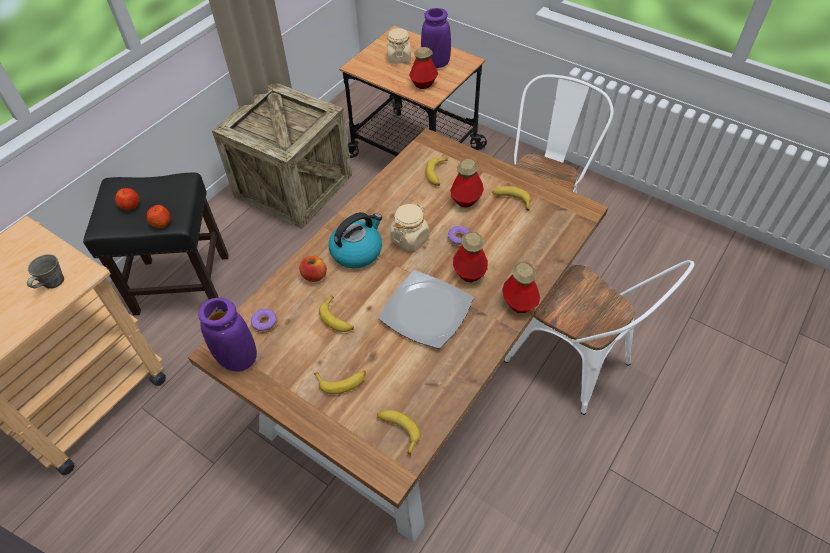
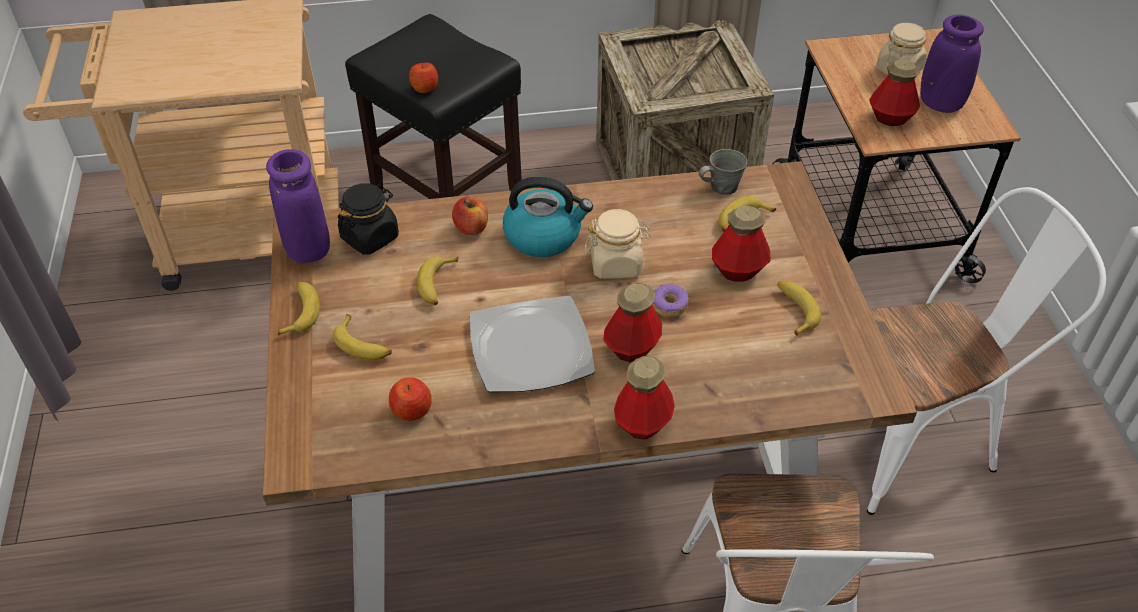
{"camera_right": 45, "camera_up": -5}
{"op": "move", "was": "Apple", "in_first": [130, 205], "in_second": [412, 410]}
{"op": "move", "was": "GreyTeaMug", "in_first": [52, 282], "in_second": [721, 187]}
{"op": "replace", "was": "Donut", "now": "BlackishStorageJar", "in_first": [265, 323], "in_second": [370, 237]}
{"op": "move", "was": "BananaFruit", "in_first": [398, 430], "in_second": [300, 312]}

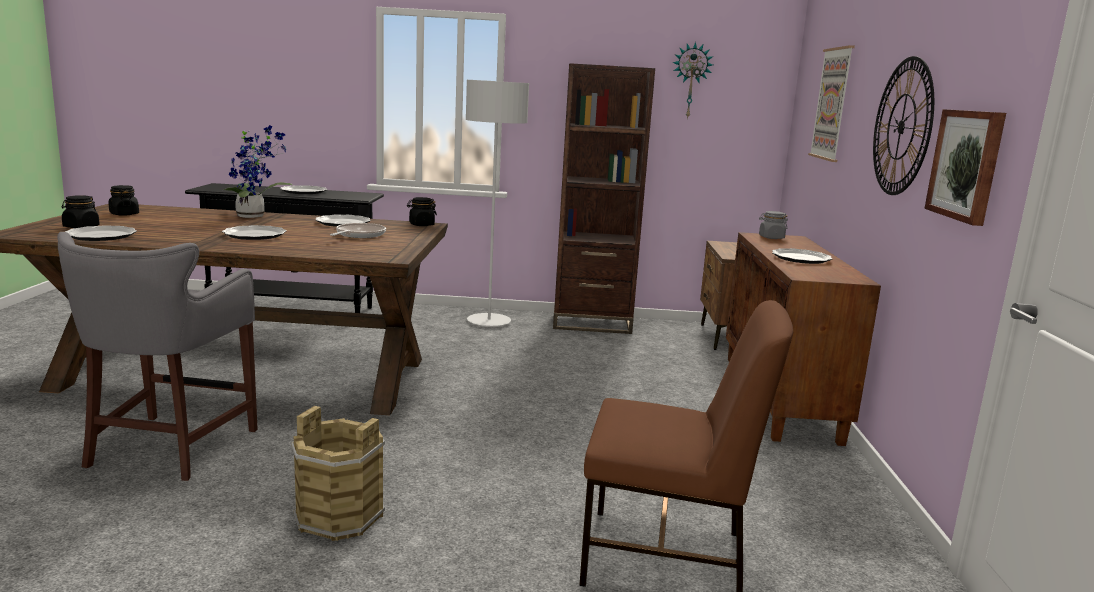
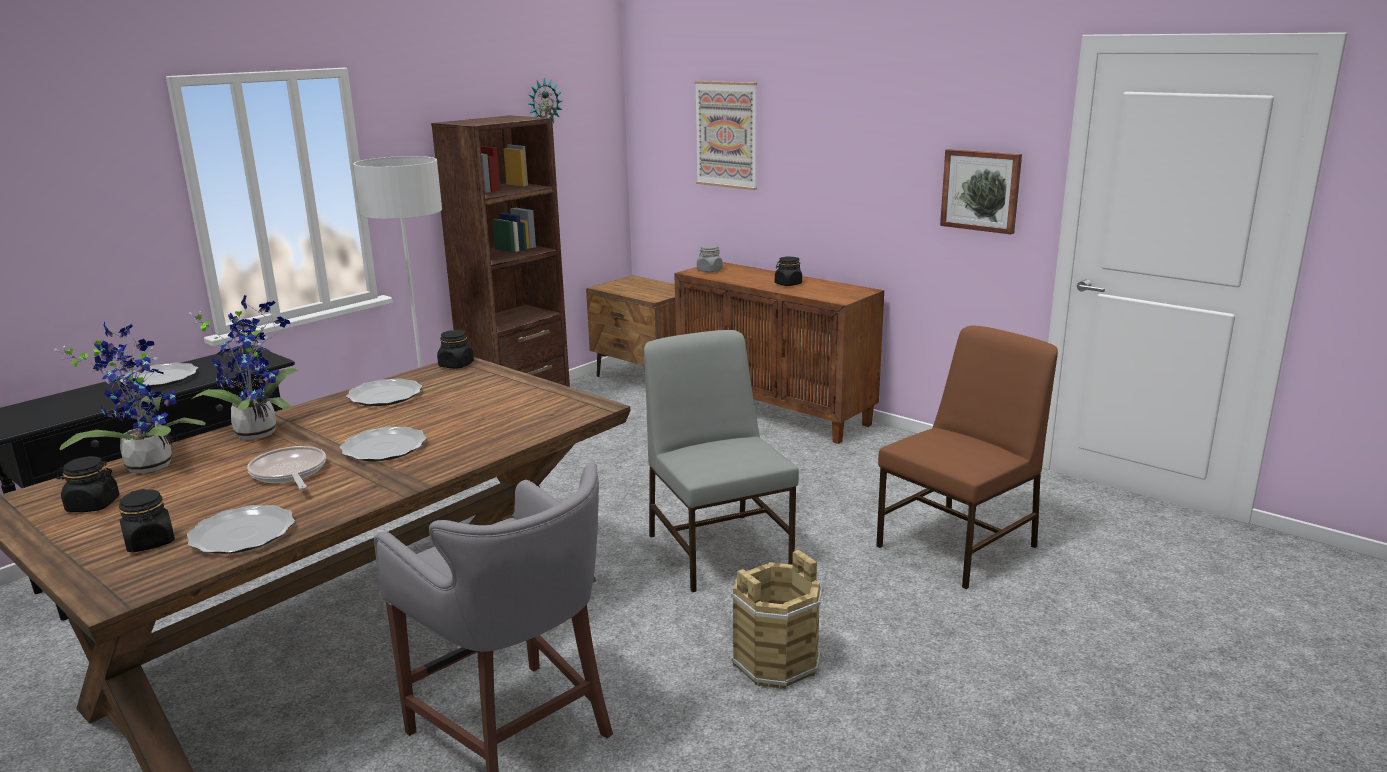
{"camera_right": -50, "camera_up": 5}
{"op": "delete", "was": "HangingClock", "in_first": [901, 127]}
{"op": "move", "was": "FryingPan", "in_first": [359, 235], "in_second": [289, 473]}
{"op": "replace", "was": "Plate", "now": "BlackishStorageJar", "in_first": [801, 258], "in_second": [788, 284]}
{"op": "insert", "now": "PlantInAPot", "in_second": [148, 464]}
{"op": "insert", "now": "GreyPlainChair", "in_second": [719, 549]}

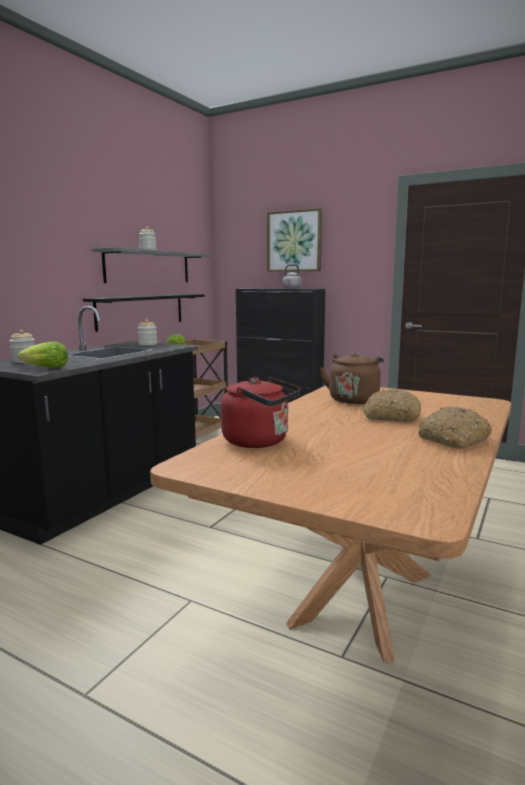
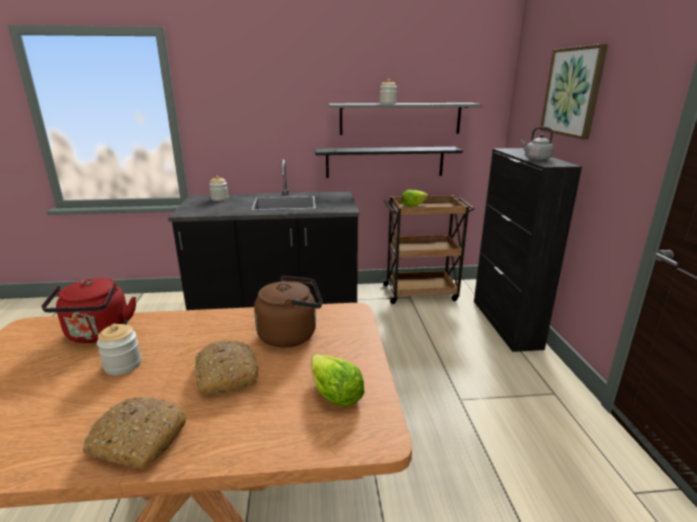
{"camera_right": 55, "camera_up": 10}
{"op": "move", "was": "StorageJar", "in_first": [148, 344], "in_second": [123, 365]}
{"op": "move", "was": "LettuceHead", "in_first": [45, 368], "in_second": [334, 394]}

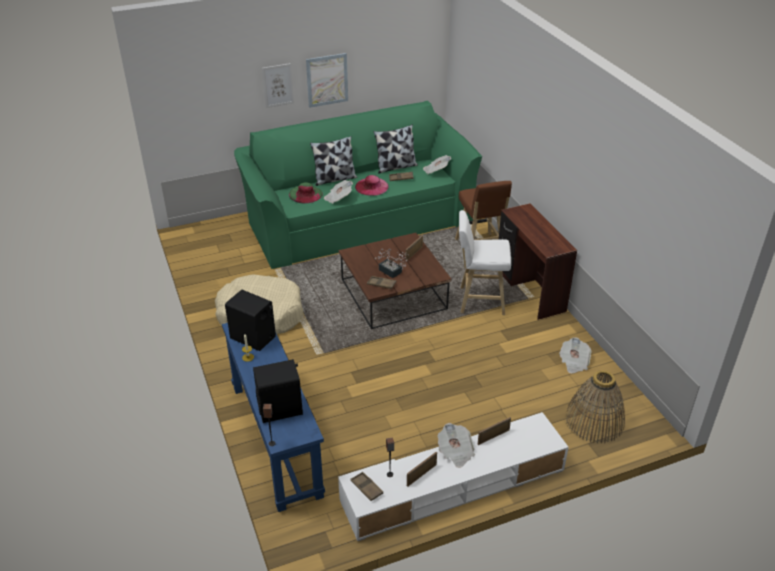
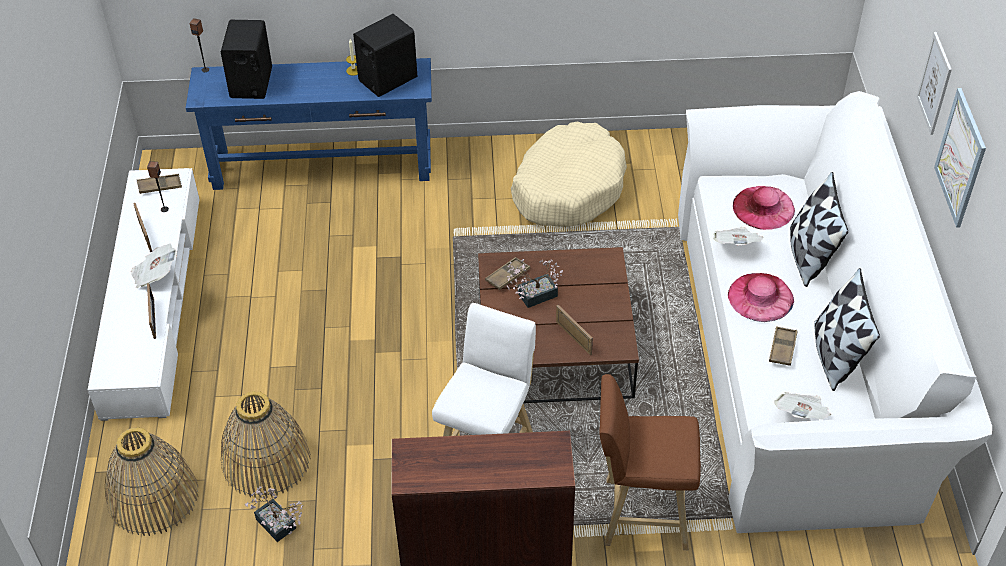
{"camera_right": 110, "camera_up": 10}
{"op": "recolor", "was": "GreenColouredSofa", "now": "WhitishSofa", "in_first": [357, 218], "in_second": [803, 355]}
{"op": "recolor", "was": "GreenColouredHat", "now": "PinkishHat", "in_first": [305, 194], "in_second": [763, 207]}
{"op": "replace", "was": "Newspaper", "now": "PlantInAPot", "in_first": [574, 362], "in_second": [278, 527]}
{"op": "insert", "now": "HouseholdBasket", "in_second": [266, 461]}

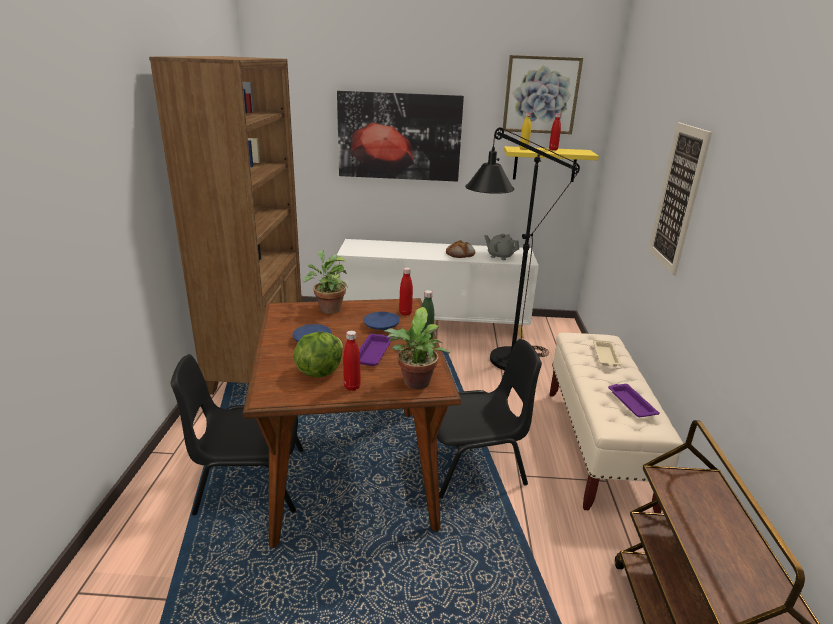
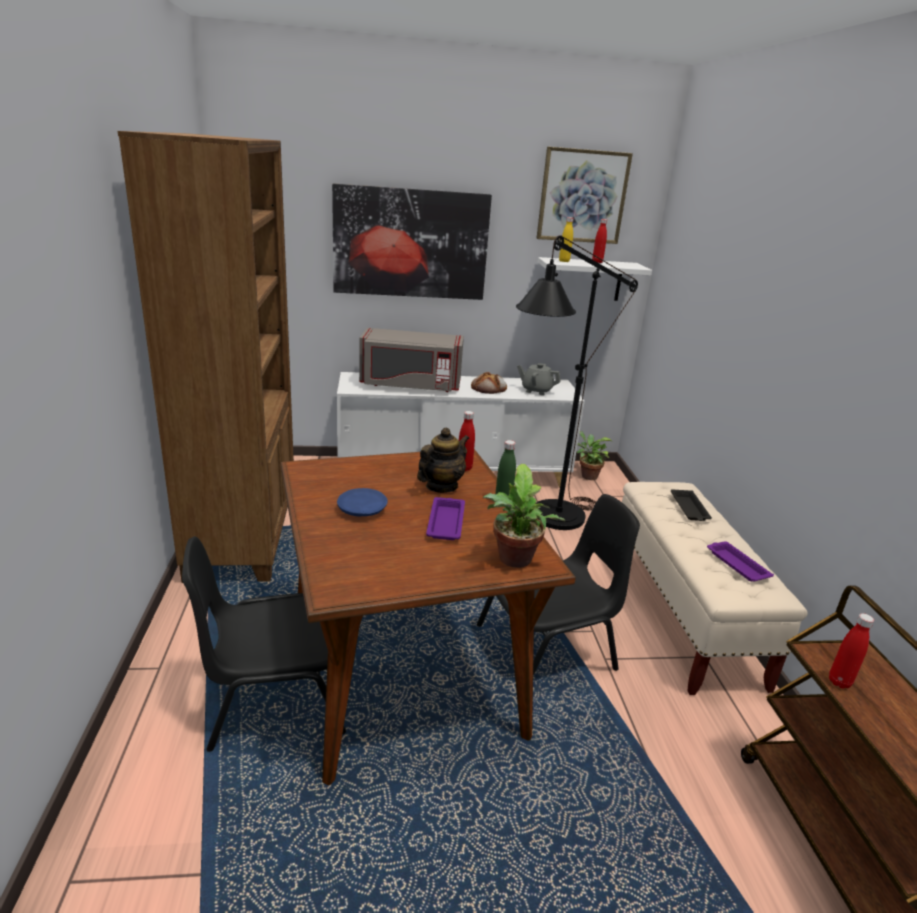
{"camera_right": -10, "camera_up": 0}
{"op": "delete", "was": "WallPicture", "in_first": [677, 198]}
{"op": "recolor", "was": "YellowShelf", "now": "WhitishShelf", "in_first": [545, 164], "in_second": [585, 279]}
{"op": "move", "was": "PlantInAPot", "in_first": [328, 308], "in_second": [587, 476]}
{"op": "replace", "was": "BluishPlate", "now": "TeaPot", "in_first": [381, 326], "in_second": [441, 486]}
{"op": "move", "was": "ReddishBeverageBottle", "in_first": [352, 387], "in_second": [839, 682]}
{"op": "delete", "was": "LettuceHead", "in_first": [319, 371]}
{"op": "recolor", "was": "SandColouredServingTray", "now": "BlackishServingTray", "in_first": [606, 356], "in_second": [689, 509]}
{"op": "insert", "now": "GreyMicrowaveOven", "in_second": [410, 385]}

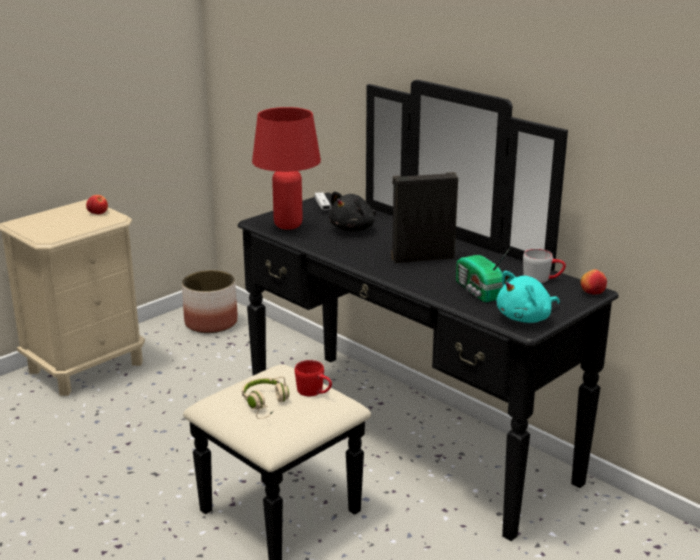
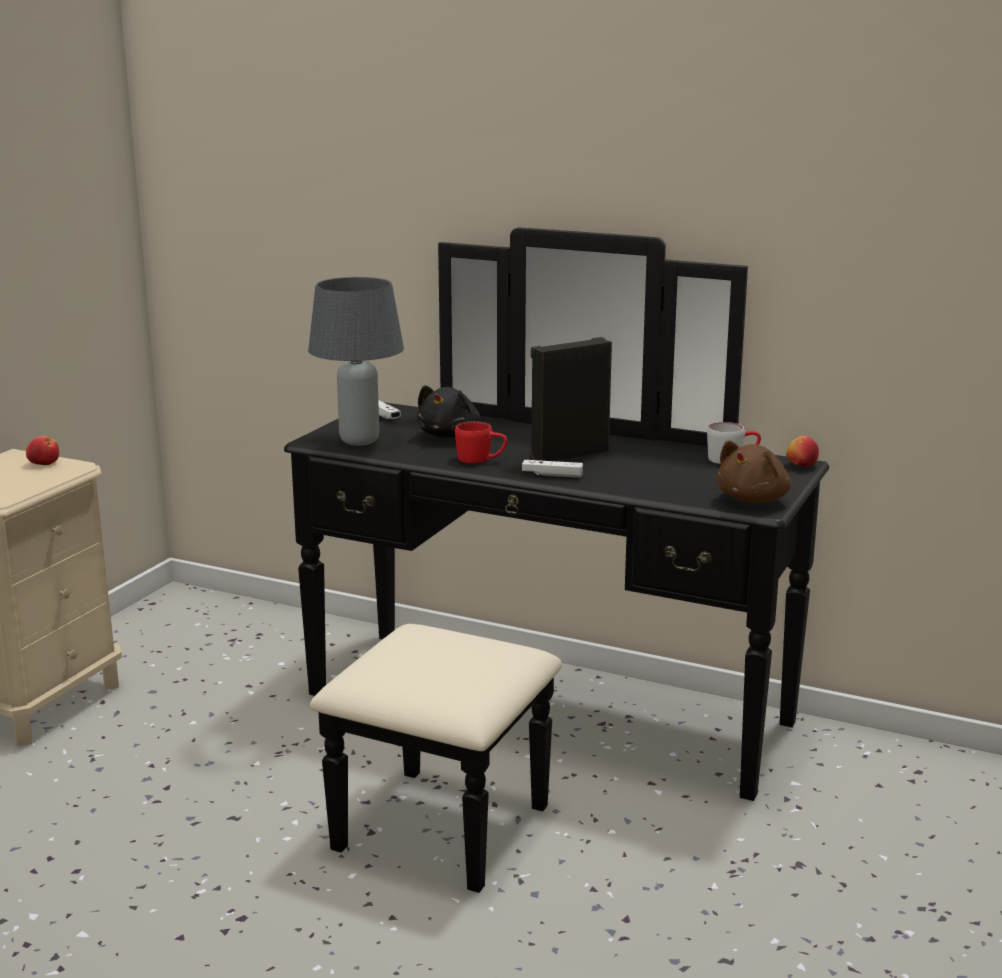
{"camera_right": -20, "camera_up": -5}
{"op": "recolor", "was": "ReddishLampForATable", "now": "GreyLampForATable", "in_first": [288, 226], "in_second": [360, 441]}
{"op": "delete", "was": "RadioSet", "in_first": [478, 291]}
{"op": "delete", "was": "Planter", "in_first": [211, 322]}
{"op": "recolor", "was": "BlueGreenSoftToy", "now": "BrownSoftToy", "in_first": [526, 318], "in_second": [754, 499]}
{"op": "move", "was": "ReddishTeaMug", "in_first": [315, 392], "in_second": [481, 459]}
{"op": "delete", "was": "SandColouredHeadset", "in_first": [265, 404]}
{"op": "insert", "now": "WhitishGamepad", "in_second": [552, 475]}

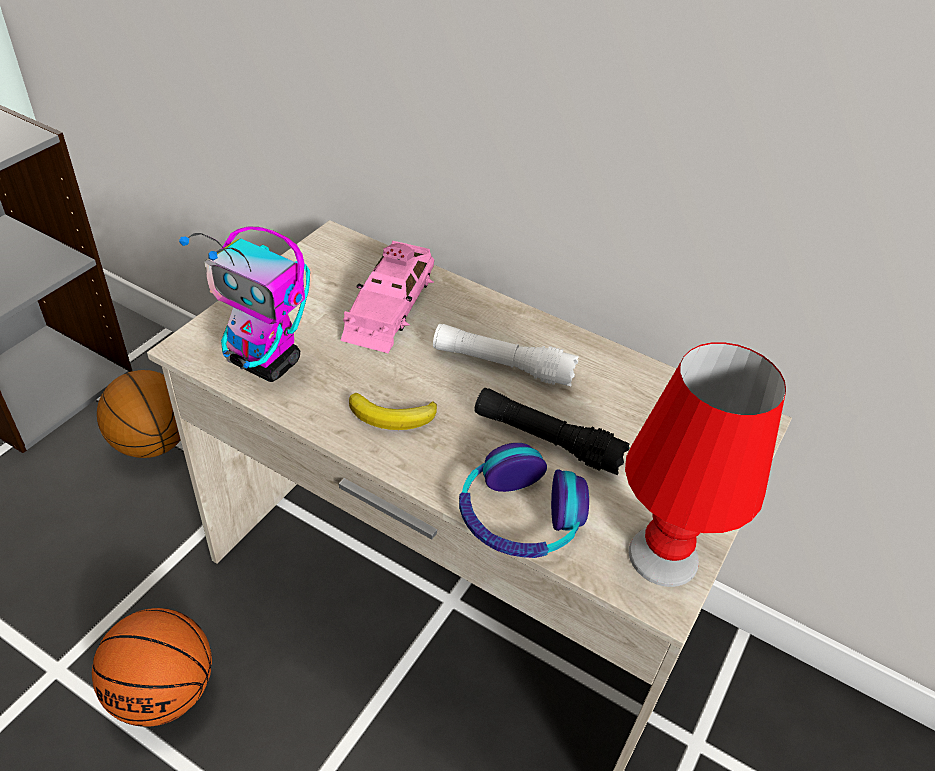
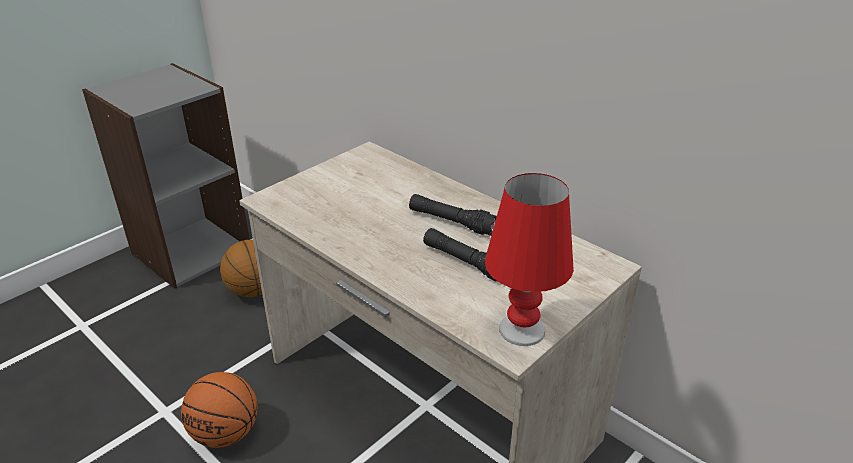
{"camera_right": 15, "camera_up": -10}
{"op": "delete", "was": "RobotFigure", "in_first": [266, 362]}
{"op": "delete", "was": "PinkishMiniatureCar", "in_first": [389, 306]}
{"op": "recolor", "was": "WhitishFlashlight", "now": "BlackishFlashlight", "in_first": [502, 365], "in_second": [452, 222]}
{"op": "delete", "was": "BananaFruit", "in_first": [393, 417]}
{"op": "delete", "was": "Headset", "in_first": [519, 517]}

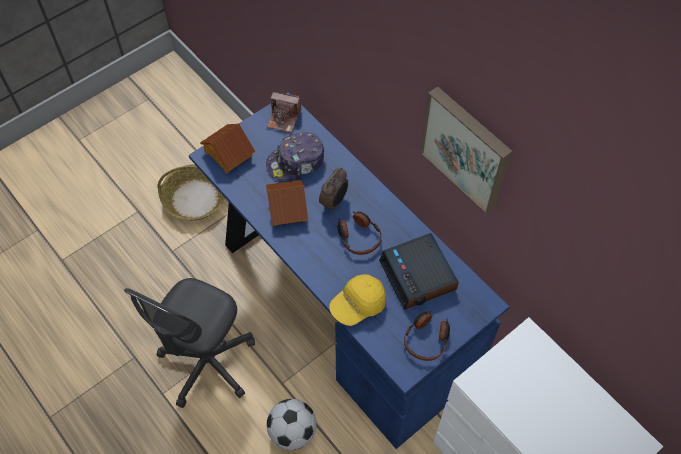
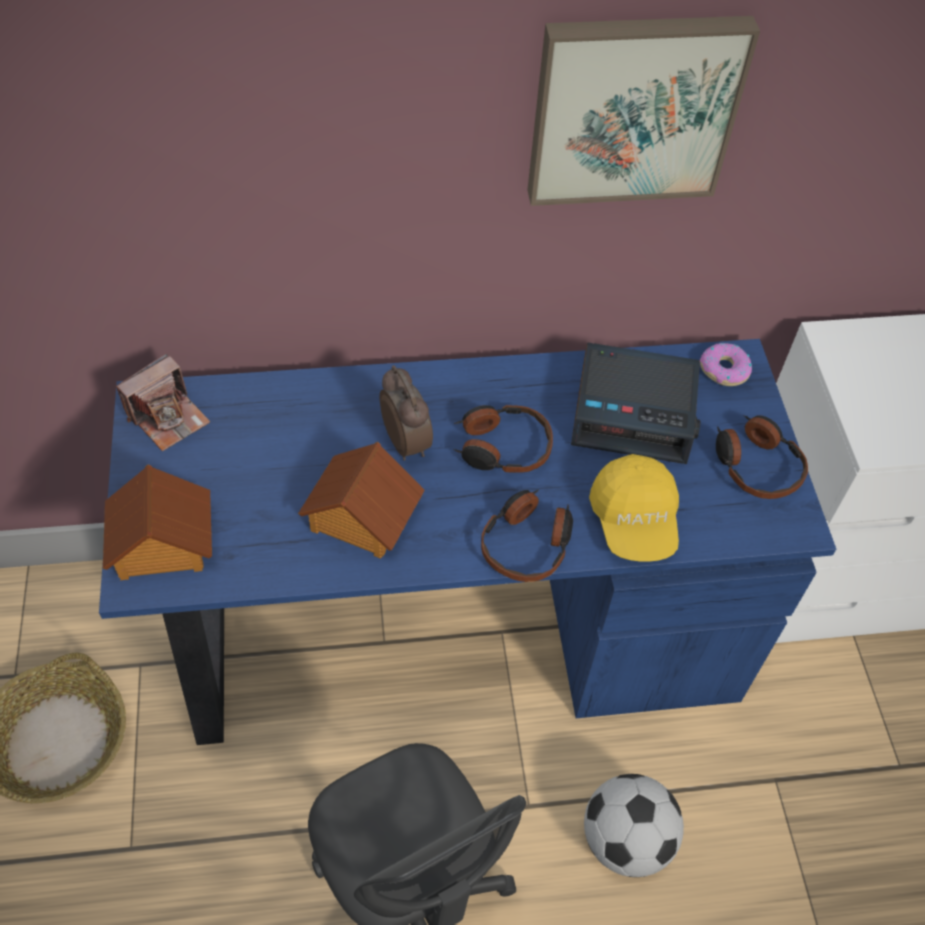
{"camera_right": -60, "camera_up": -5}
{"op": "delete", "was": "PeakedCap", "in_first": [296, 162]}
{"op": "insert", "now": "Donut", "in_second": [724, 370]}
{"op": "insert", "now": "Headset", "in_second": [527, 543]}

